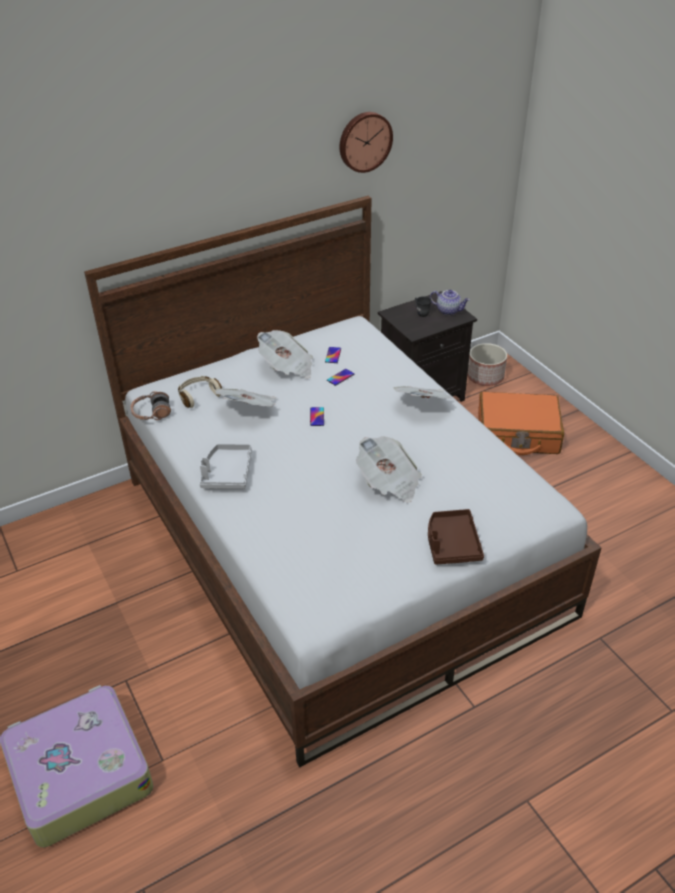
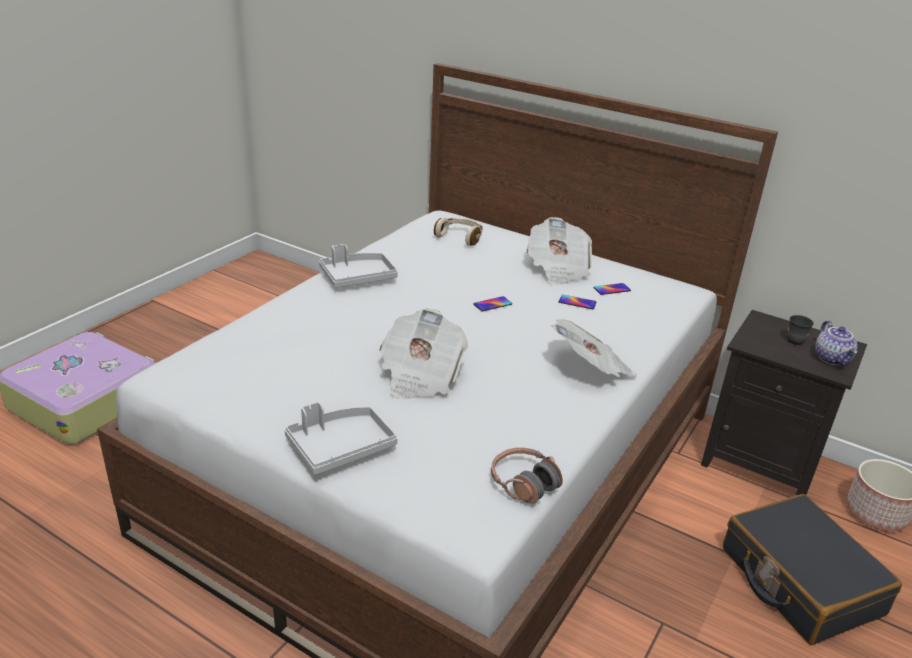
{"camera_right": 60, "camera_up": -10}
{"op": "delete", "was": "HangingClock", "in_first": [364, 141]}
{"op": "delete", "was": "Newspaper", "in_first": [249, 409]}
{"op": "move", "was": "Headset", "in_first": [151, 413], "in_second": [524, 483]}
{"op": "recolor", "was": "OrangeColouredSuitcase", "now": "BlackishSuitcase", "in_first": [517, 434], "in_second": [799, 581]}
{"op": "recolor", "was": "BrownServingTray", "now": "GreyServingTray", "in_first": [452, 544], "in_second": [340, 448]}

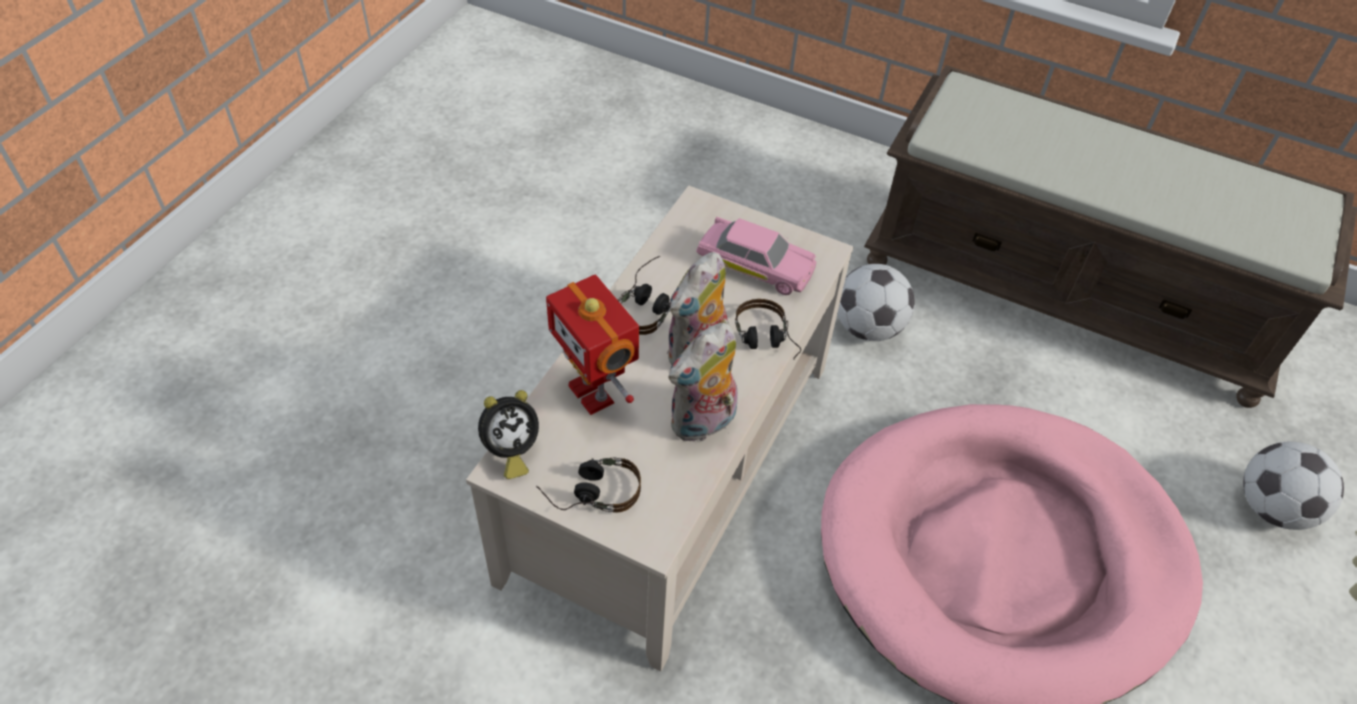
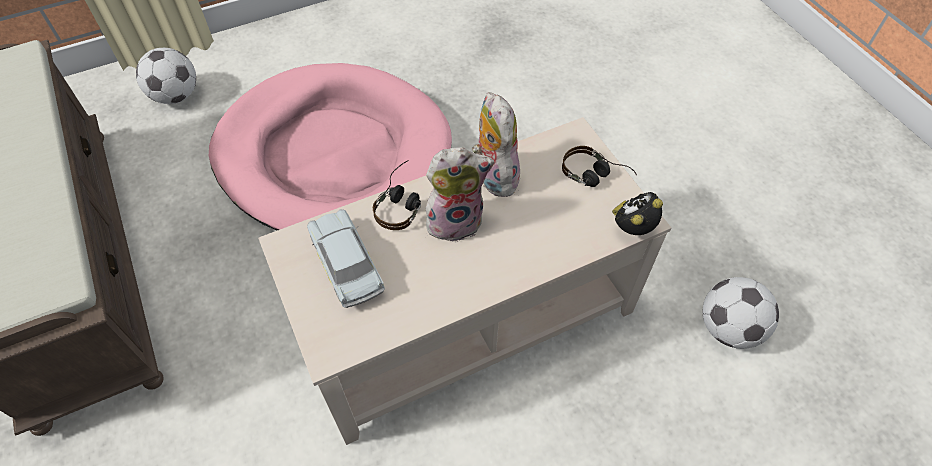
{"camera_right": -140, "camera_up": 5}
{"op": "recolor", "was": "PinkishMiniatureCar", "now": "WhitishMiniatureCar", "in_first": [754, 266], "in_second": [346, 264]}
{"op": "delete", "was": "Headset", "in_first": [647, 305]}
{"op": "move", "was": "Football", "in_first": [868, 327], "in_second": [728, 328]}
{"op": "delete", "was": "RobotFigure", "in_first": [594, 393]}
{"op": "rotate", "was": "SoftToy", "in_first": [703, 424], "in_second": [493, 176], "clockwise": -105}
{"op": "rotate", "was": "AlarmClock", "in_first": [510, 451], "in_second": [632, 228], "clockwise": -45}

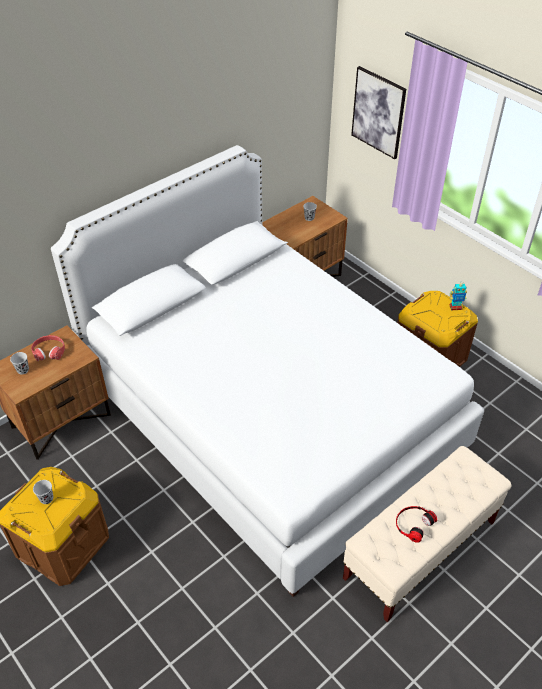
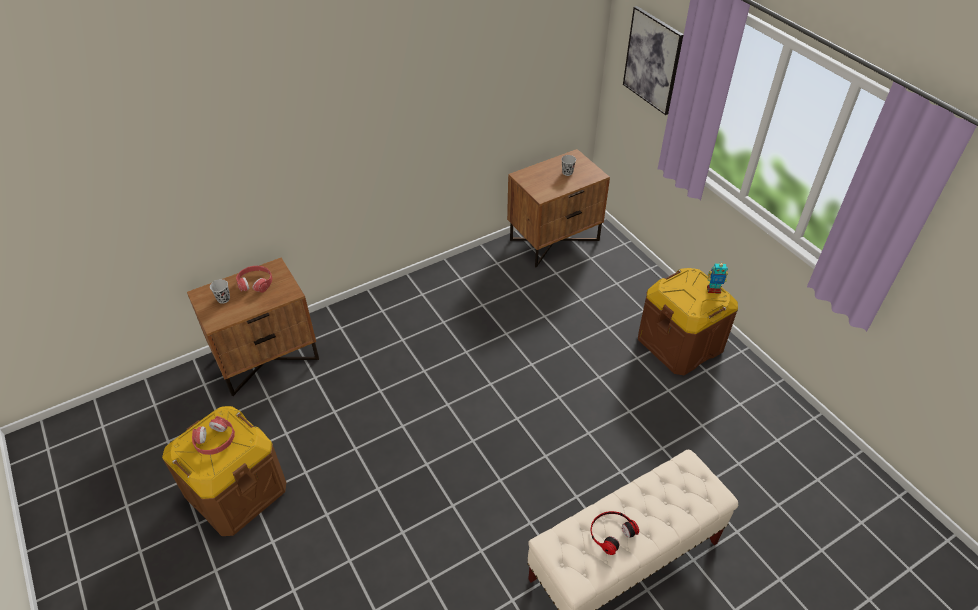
{"camera_right": 10, "camera_up": 0}
{"op": "delete", "was": "WhitishBed", "in_first": [270, 415]}
{"op": "replace", "was": "BlackishCup", "now": "ReddishHeadset", "in_first": [46, 499], "in_second": [215, 440]}

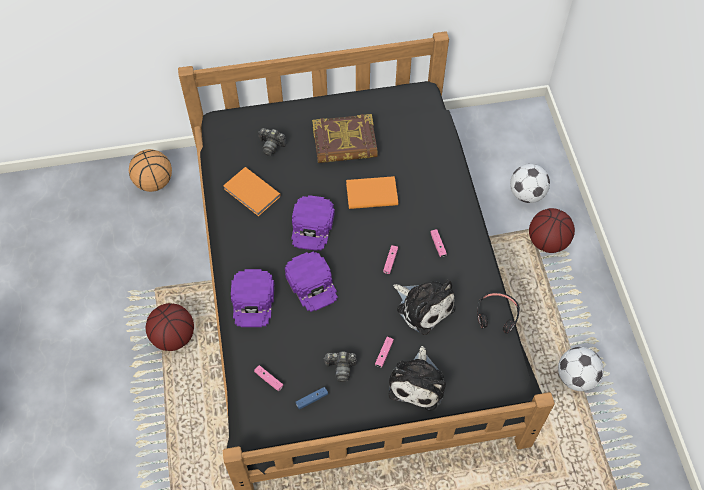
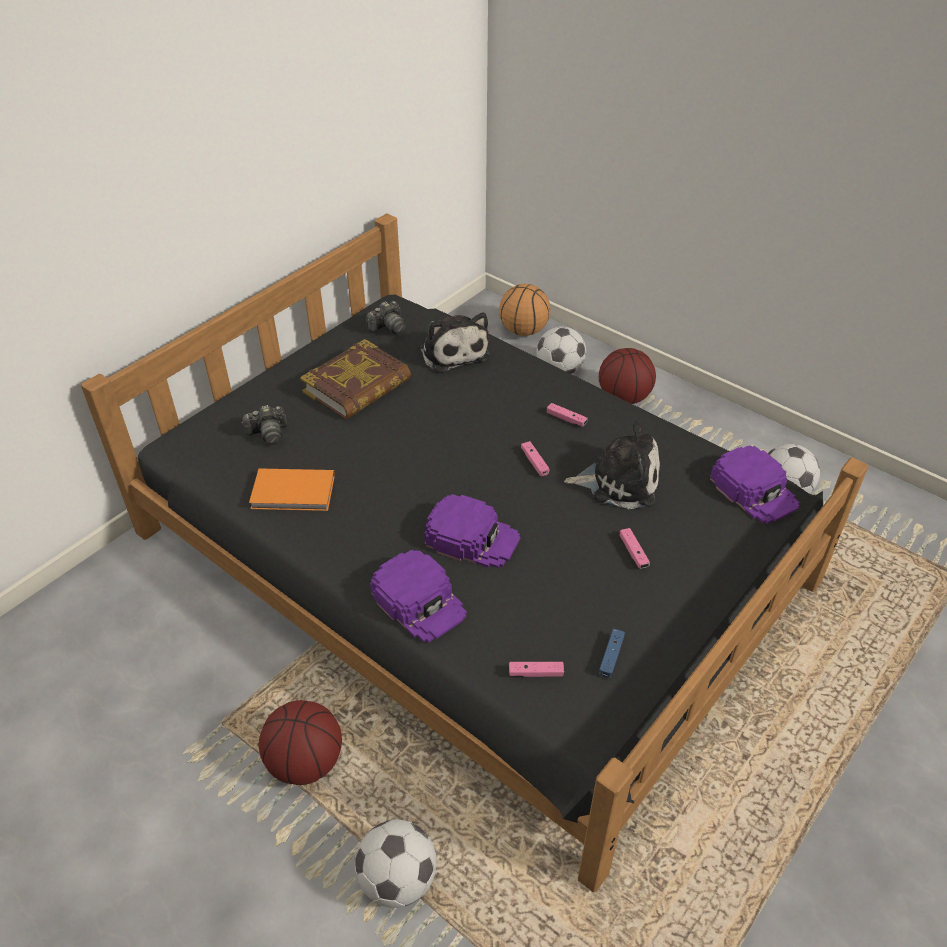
{"camera_right": -40, "camera_up": -15}
{"op": "move", "was": "Basketball", "in_first": [154, 182], "in_second": [523, 330]}
{"op": "delete", "was": "OrangeColouredBook", "in_first": [371, 193]}
{"op": "move", "was": "PurpleColouredPeakedCap", "in_first": [312, 226], "in_second": [755, 490]}
{"op": "delete", "was": "BlackishHeadset", "in_first": [496, 315]}
{"op": "move", "was": "SoftToy", "in_first": [418, 382], "in_second": [453, 351]}
{"op": "move", "was": "PhotoCamera", "in_first": [341, 368], "in_second": [388, 327]}
{"op": "insert", "now": "Football", "in_second": [398, 879]}

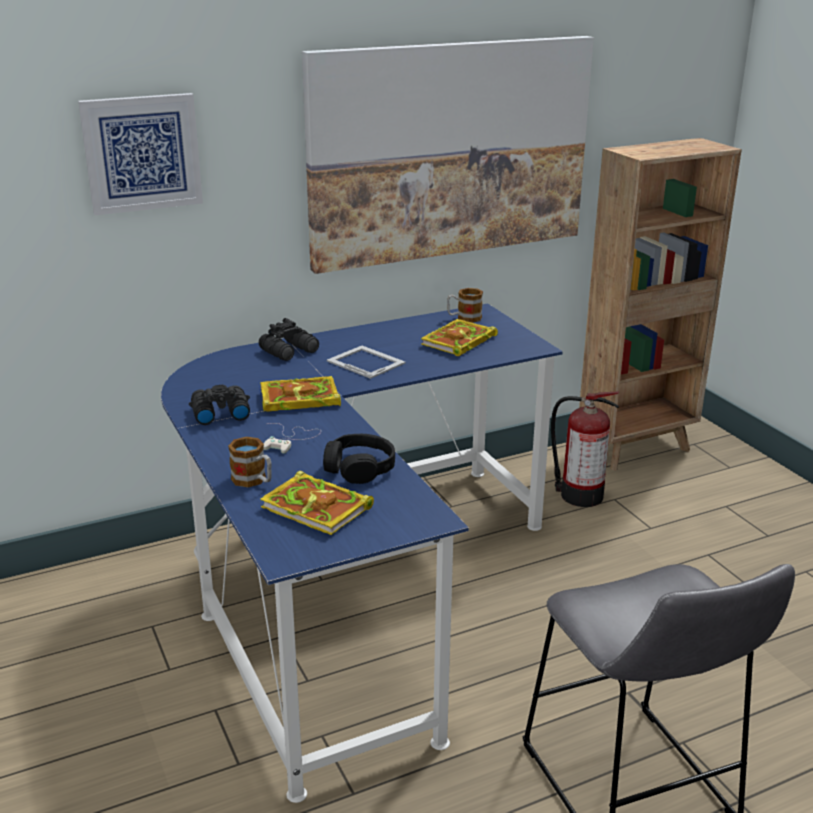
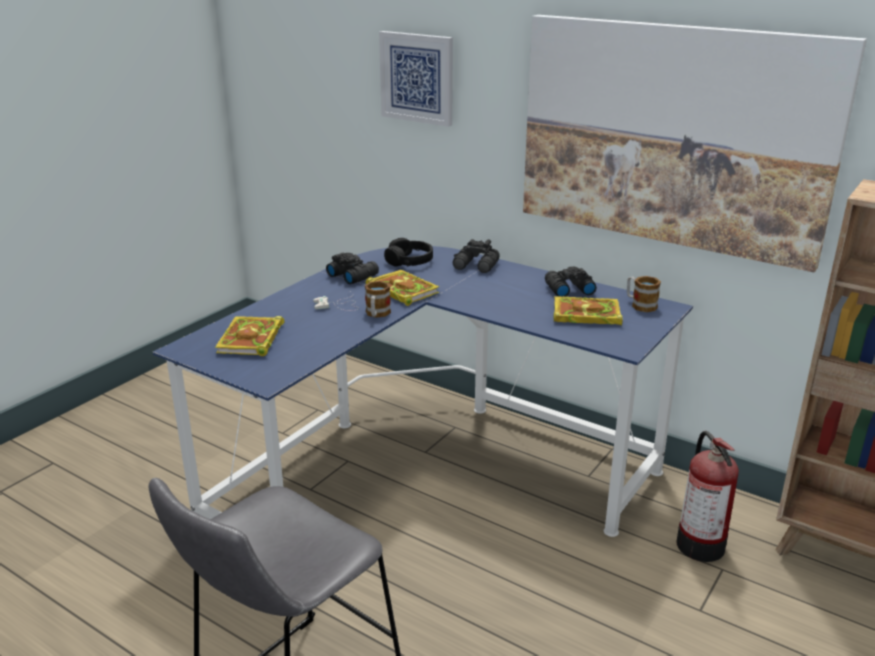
{"camera_right": 60, "camera_up": 0}
{"op": "delete", "was": "PictureFrame", "in_first": [365, 361]}
{"op": "move", "was": "BlackishHeadset", "in_first": [359, 468], "in_second": [409, 261]}
{"op": "move", "was": "TeaMug", "in_first": [254, 481], "in_second": [377, 314]}
{"op": "insert", "now": "BlackishFieldGlasses", "in_second": [568, 289]}

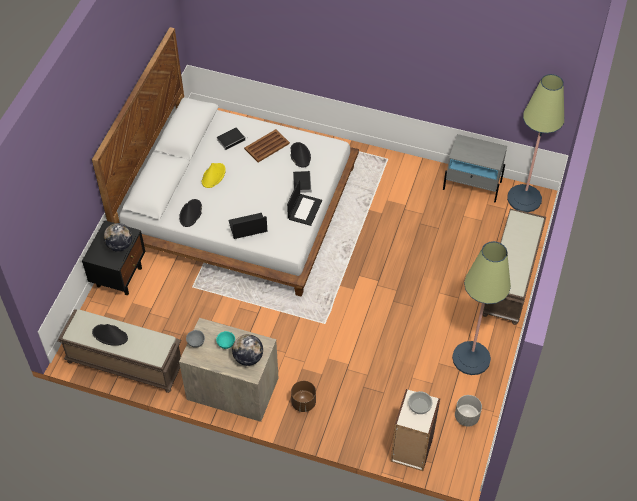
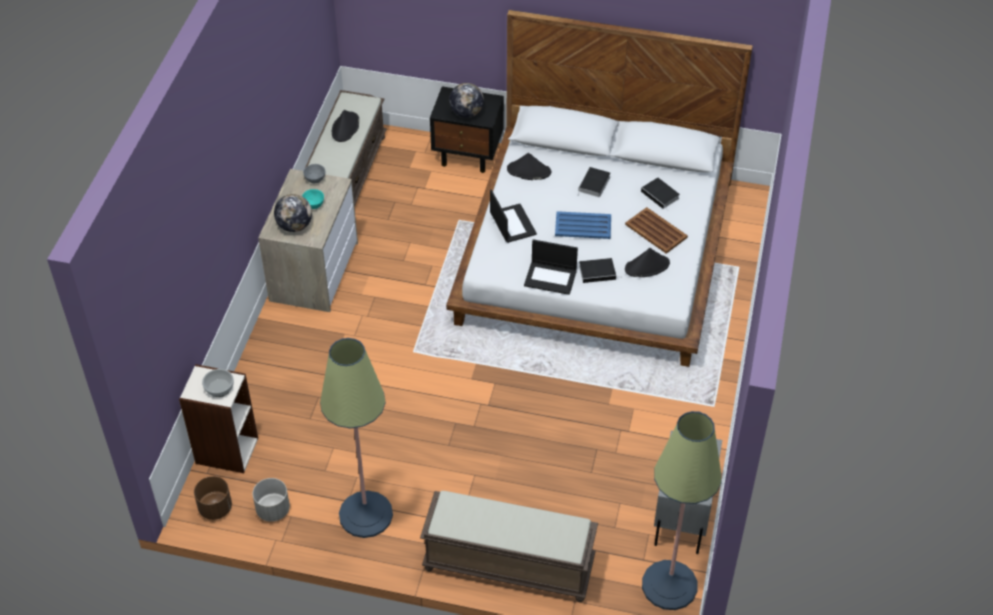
{"camera_right": 85, "camera_up": -5}
{"op": "replace", "was": "YellowHat", "now": "Book", "in_first": [213, 176], "in_second": [594, 185]}
{"op": "move", "was": "BrownPlanter", "in_first": [303, 402], "in_second": [215, 508]}
{"op": "insert", "now": "BluishServingTray", "in_second": [582, 226]}

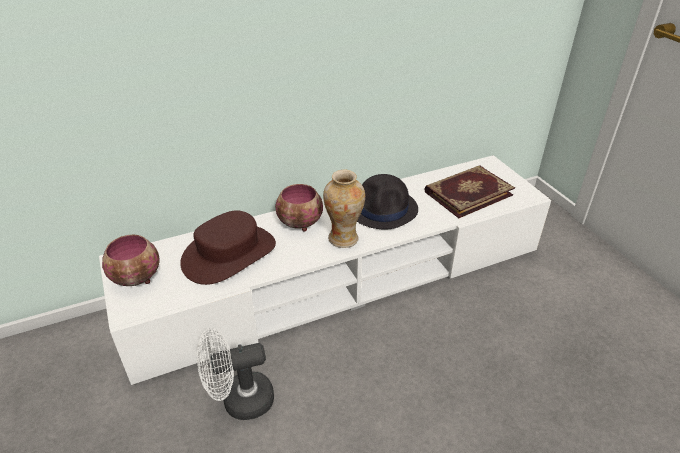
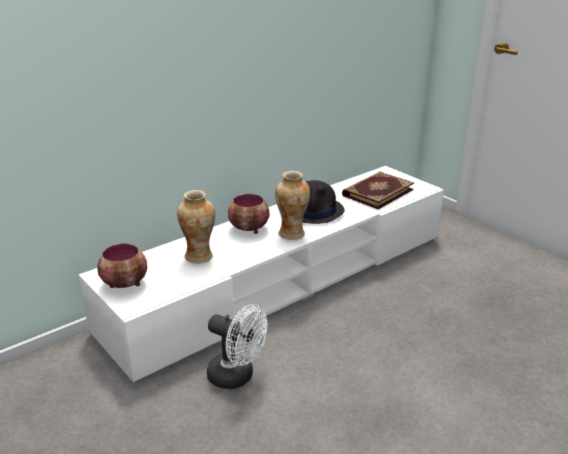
{"camera_right": -15, "camera_up": -10}
{"op": "replace", "was": "BrownHat", "now": "DecorativeVase", "in_first": [229, 254], "in_second": [199, 257]}
{"op": "rotate", "was": "WhitishElectricFan", "in_first": [239, 401], "in_second": [237, 377], "clockwise": -120}

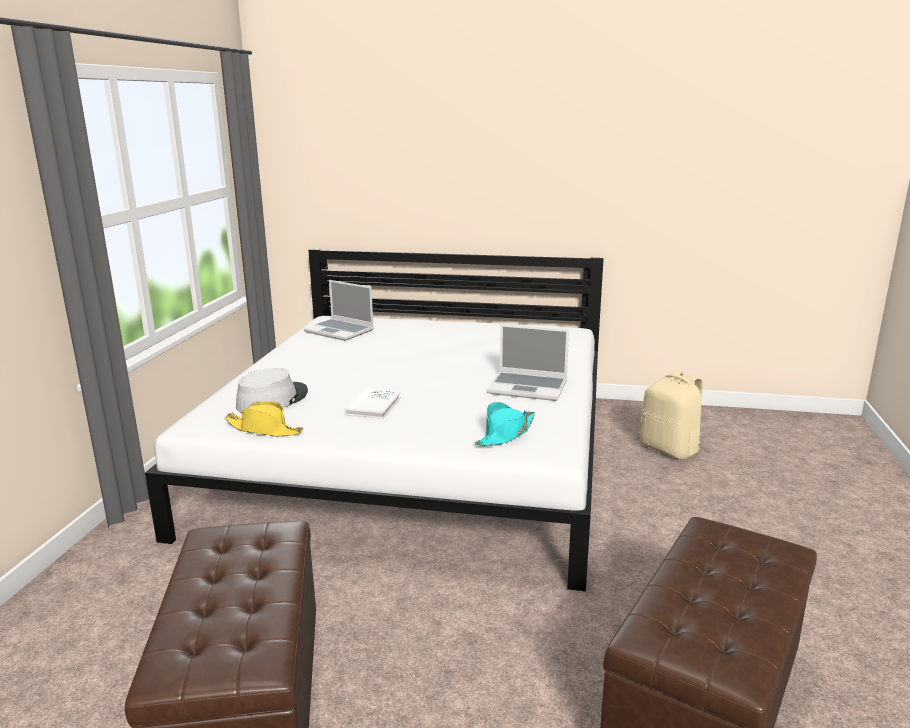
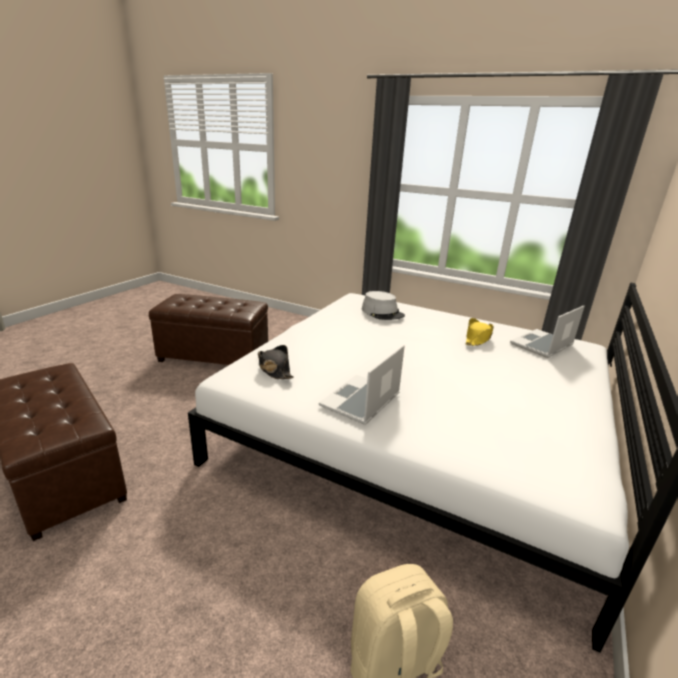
{"camera_right": 105, "camera_up": 5}
{"op": "delete", "was": "WhitishBook", "in_first": [373, 406]}
{"op": "move", "was": "YellowHat", "in_first": [264, 429], "in_second": [478, 338]}
{"op": "recolor", "was": "BlueGreenHat", "now": "BlackishHat", "in_first": [505, 434], "in_second": [274, 369]}

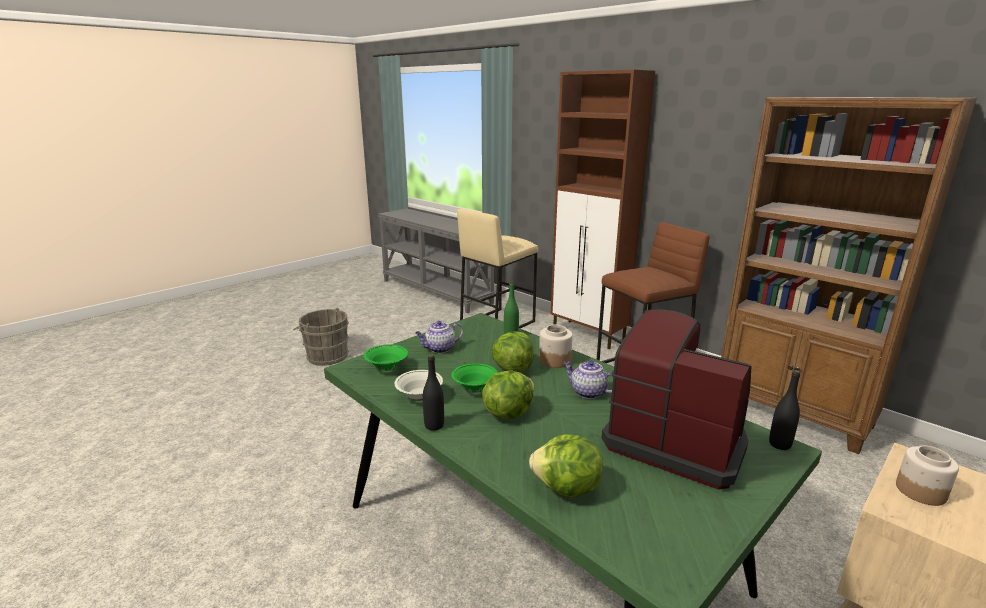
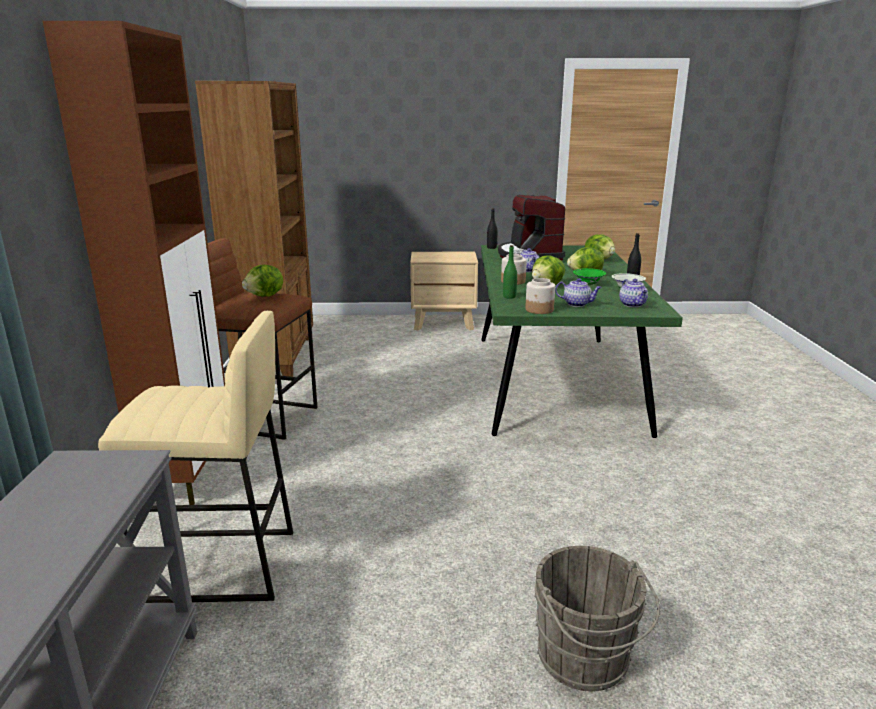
{"camera_right": -135, "camera_up": 0}
{"op": "replace", "was": "GreenColouredBowl", "now": "TeaPot", "in_first": [386, 368], "in_second": [633, 305]}
{"op": "move", "was": "StorageJar", "in_first": [919, 491], "in_second": [539, 310]}
{"op": "insert", "now": "LettuceHead", "in_second": [265, 296]}

